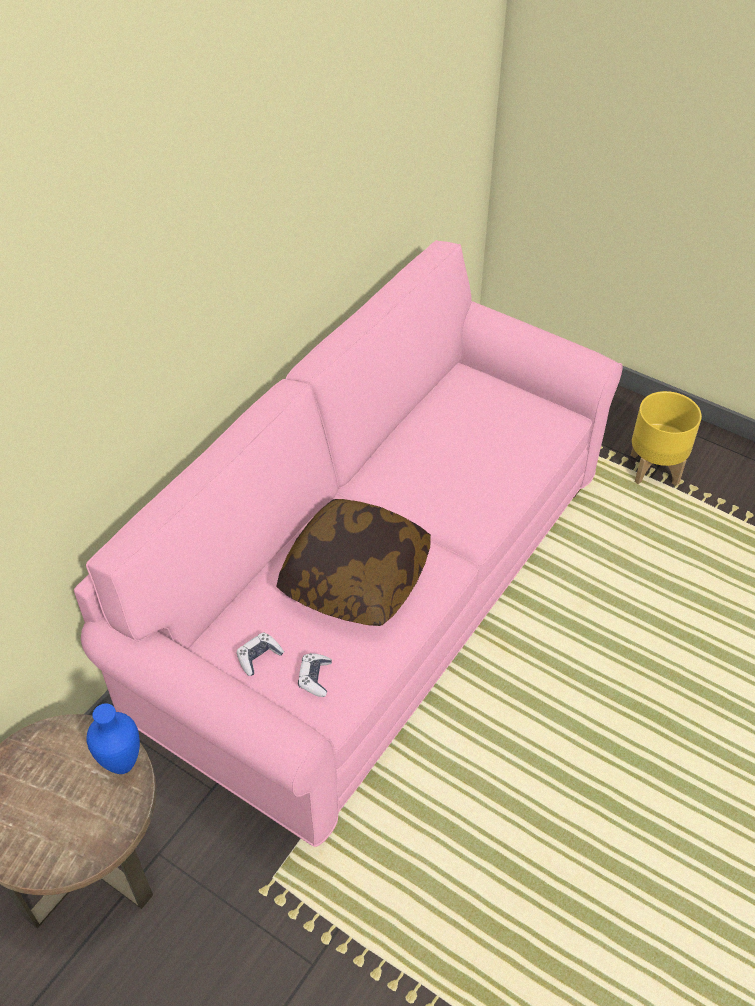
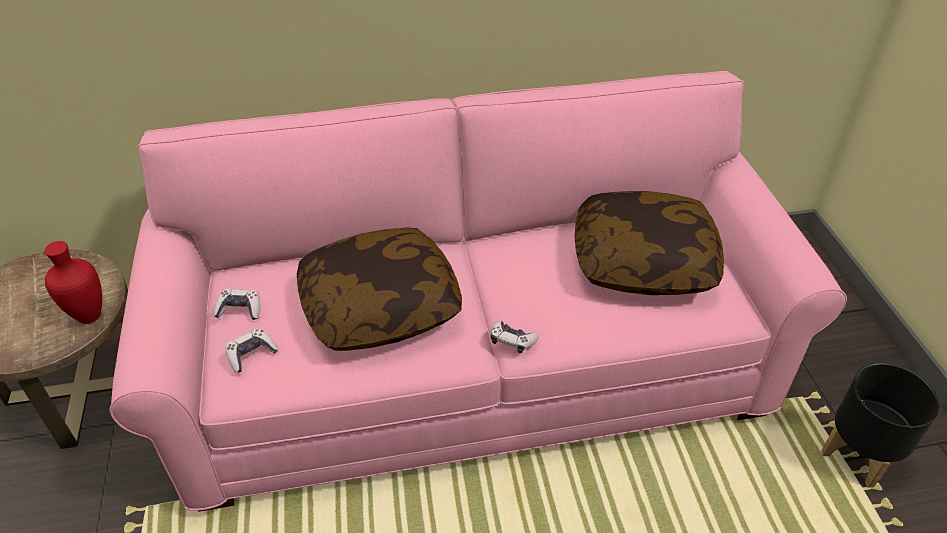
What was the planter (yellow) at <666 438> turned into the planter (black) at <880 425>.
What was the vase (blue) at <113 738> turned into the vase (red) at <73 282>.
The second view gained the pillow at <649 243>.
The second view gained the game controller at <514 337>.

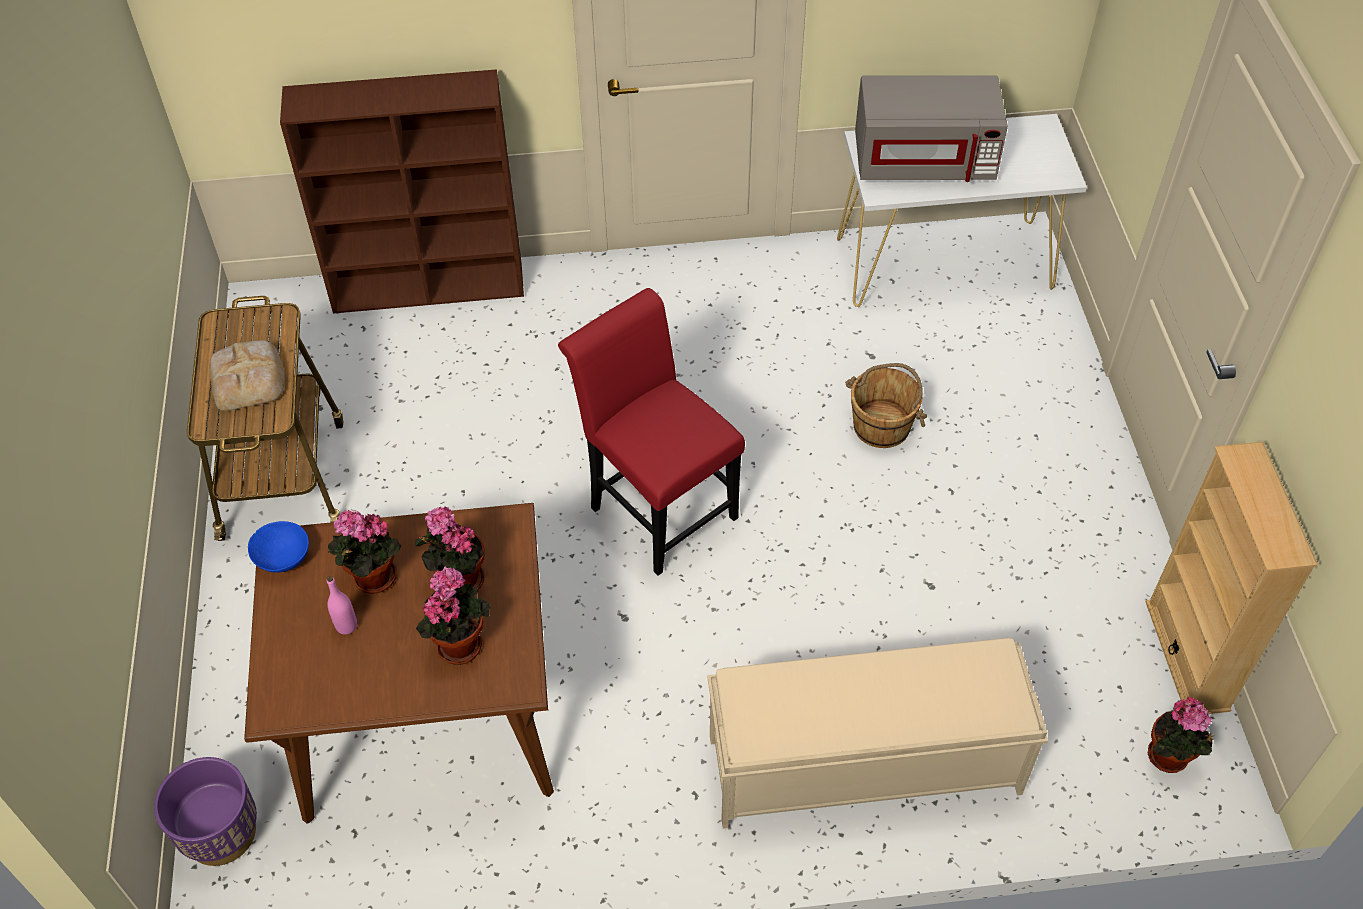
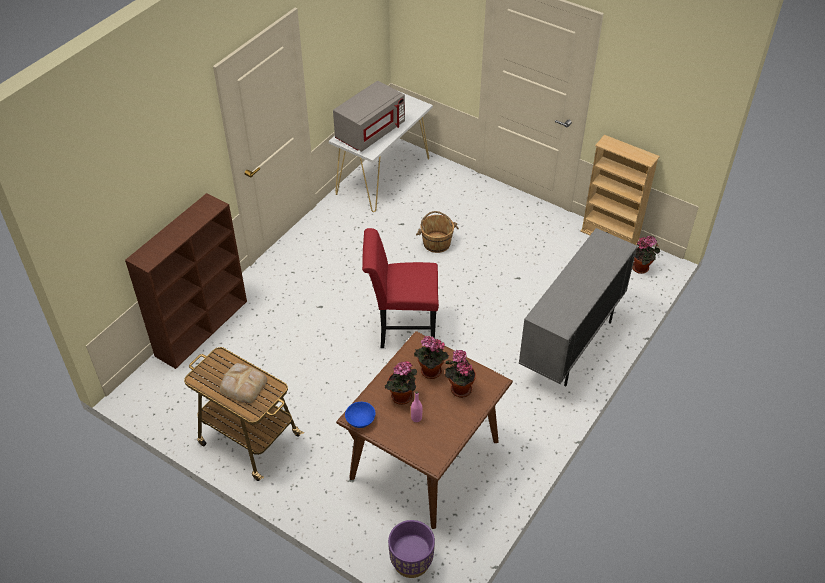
Where the bench (beige) stood at <877 733>, the cabinet (grey) came to stand at <578 307>.

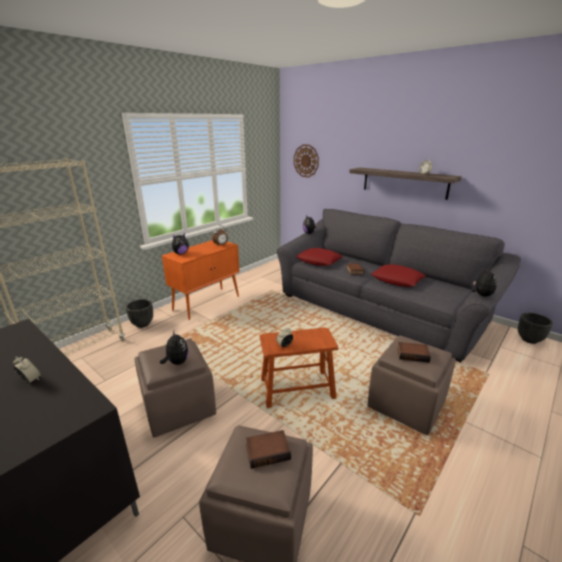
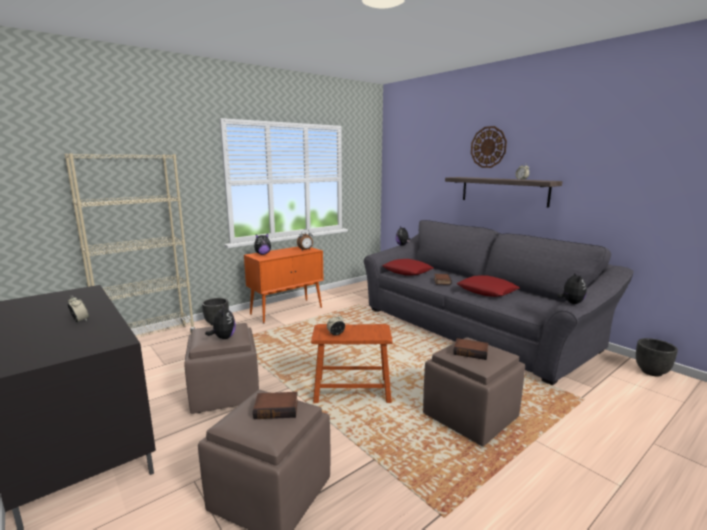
The wall clock ended up elsewhere, having gone from <306 161> to <489 147>.

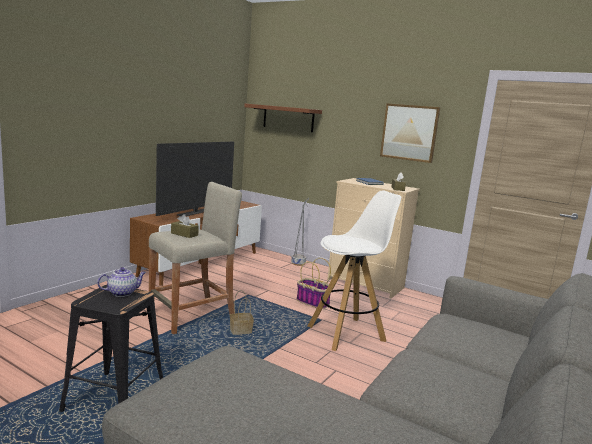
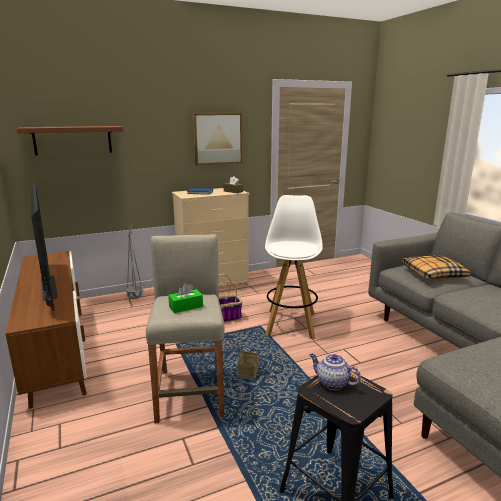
What was the tissue box (brown) at <185 226> turned into the tissue box (green) at <185 298>.
The teapot at <121 282> ended up facing another way, 60 degrees counterclockwise from before.
The second view gained the pillow at <436 267>.

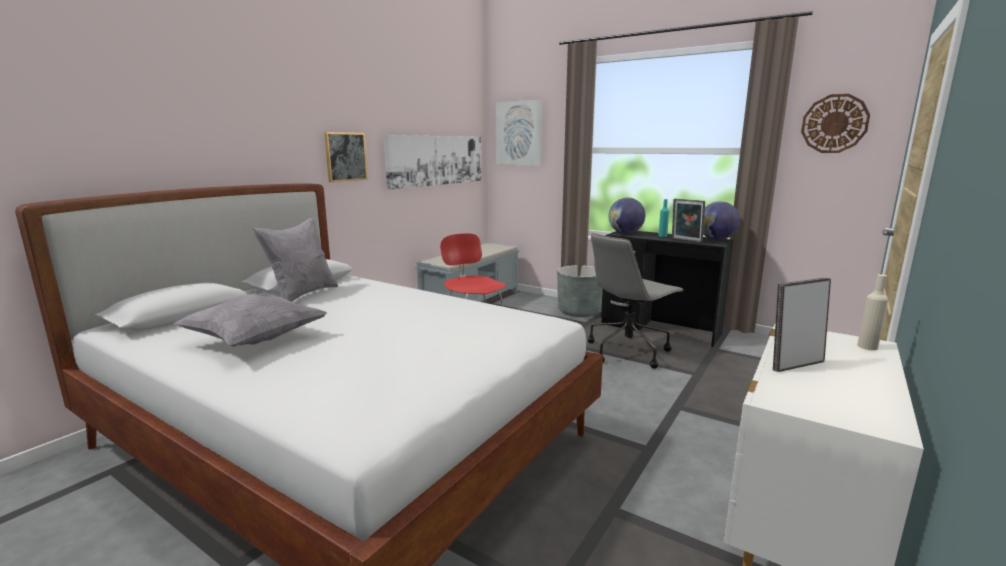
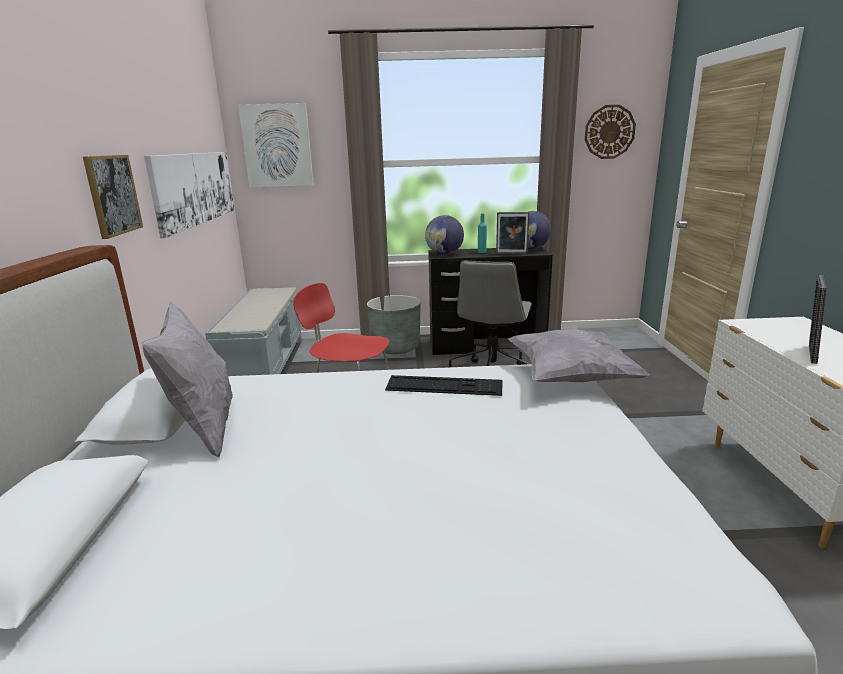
The second view lost the bottle (beige) at <872 312>.
The pillow (grey) ended up elsewhere, having gone from <250 320> to <579 355>.
The second view gained the keyboard at <444 385>.

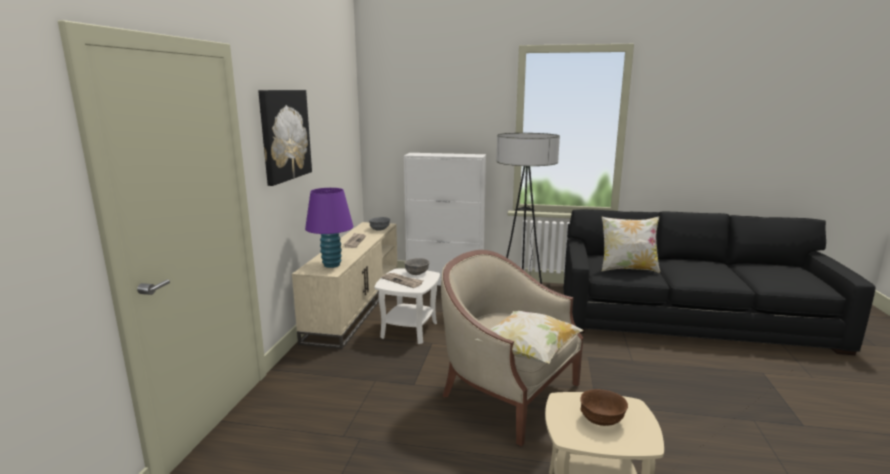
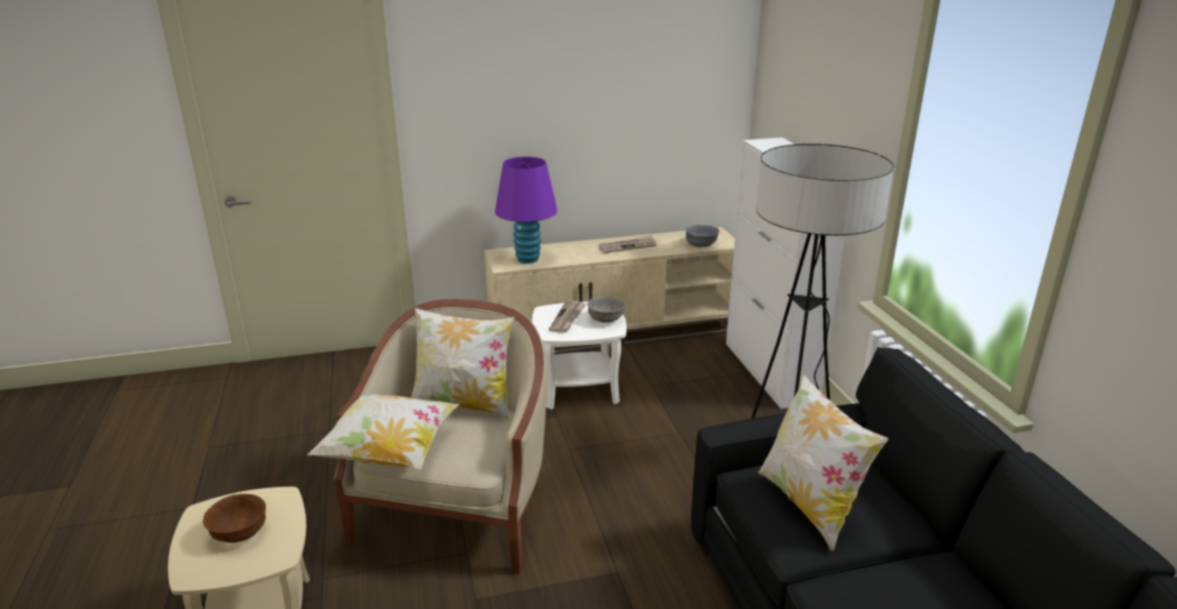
The second view lost the picture at <285 138>.
The second view gained the pillow at <463 364>.

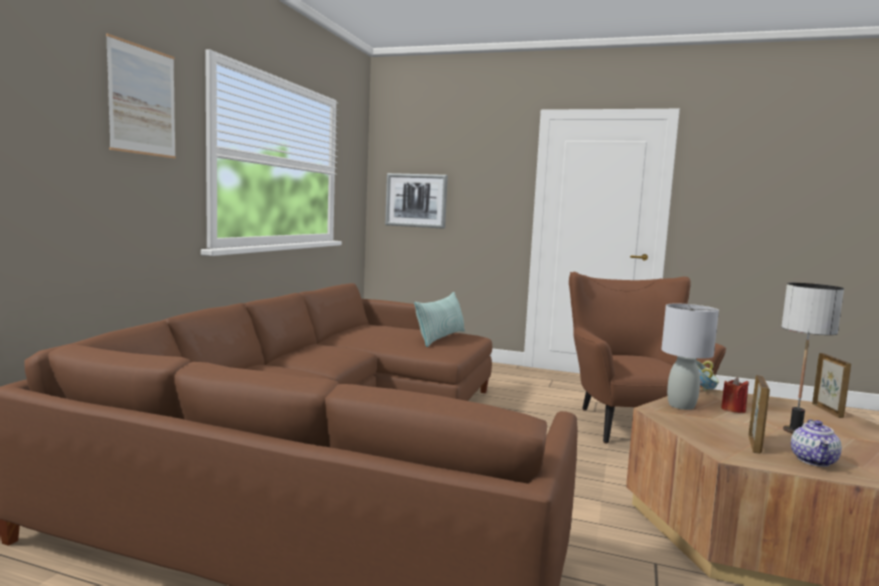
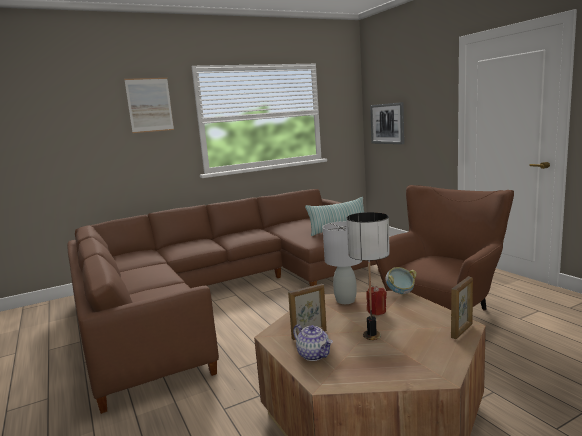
The teapot at <816 443> ended up facing another way, 105 degrees counterclockwise from before.

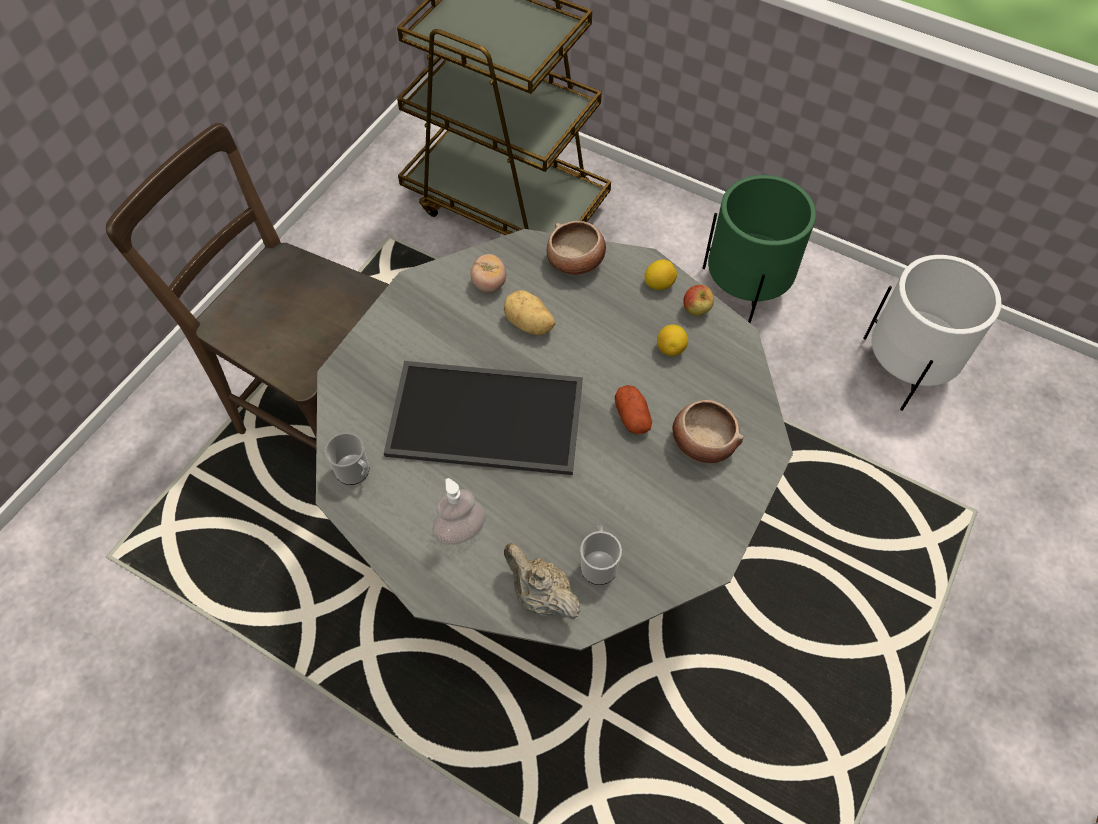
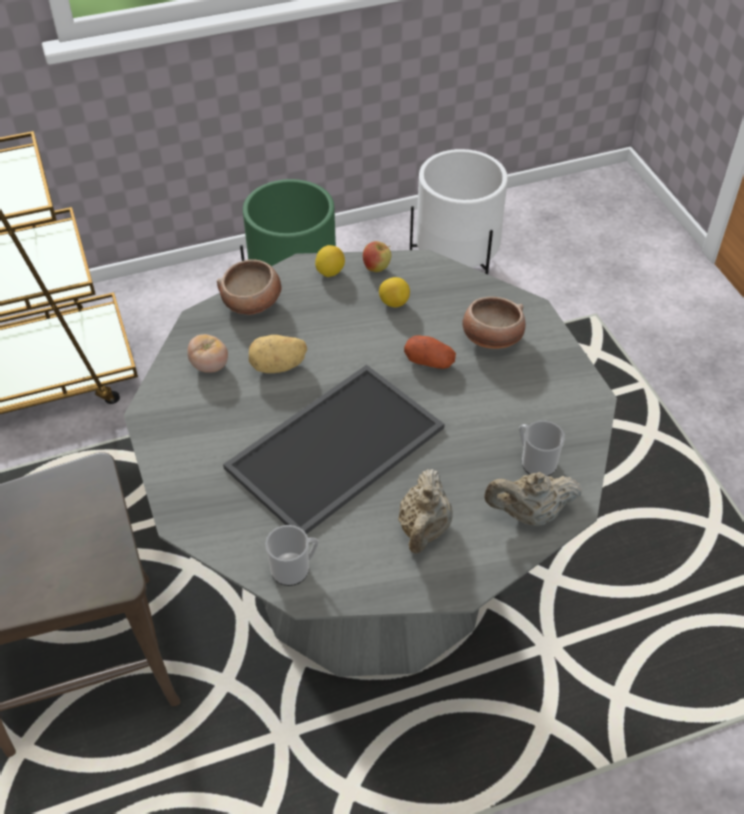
Where the soap dispenser stood at <459 511>, the teapot (beige) came to stand at <425 511>.

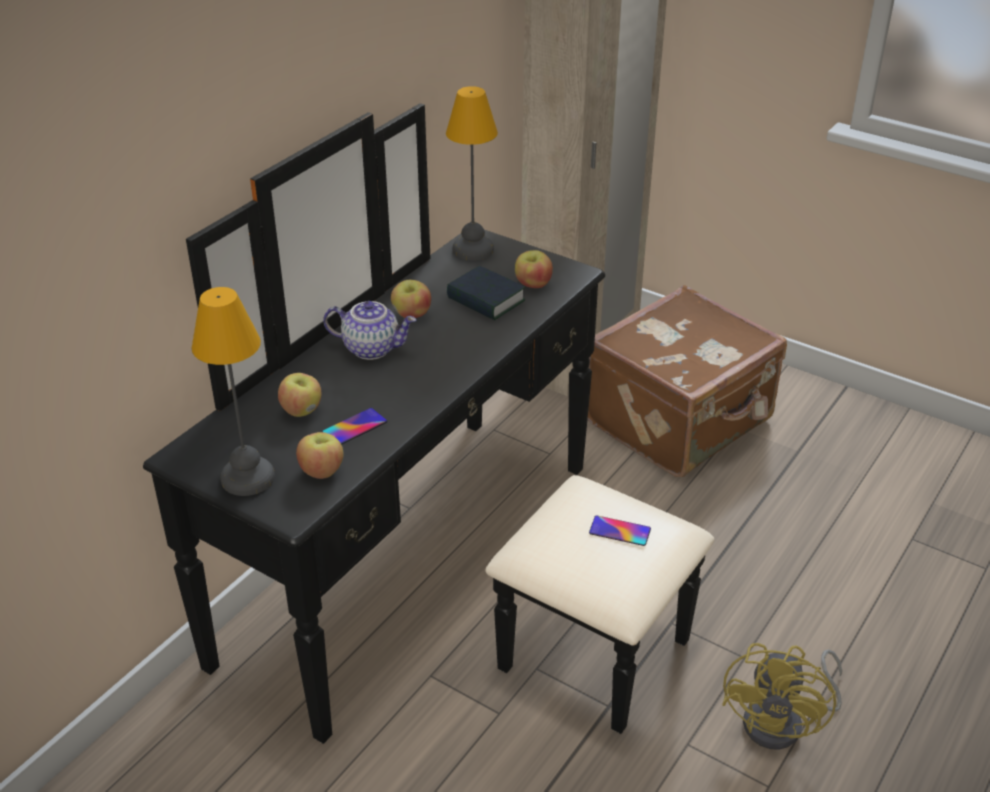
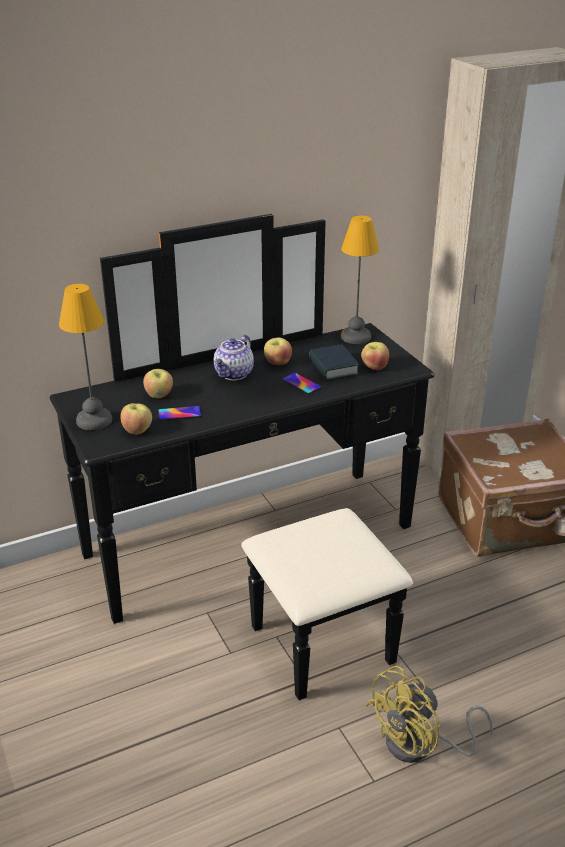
The teapot at <369 330> ended up facing another way, 75 degrees clockwise from before.
The phone ended up elsewhere, having gone from <620 530> to <302 383>.

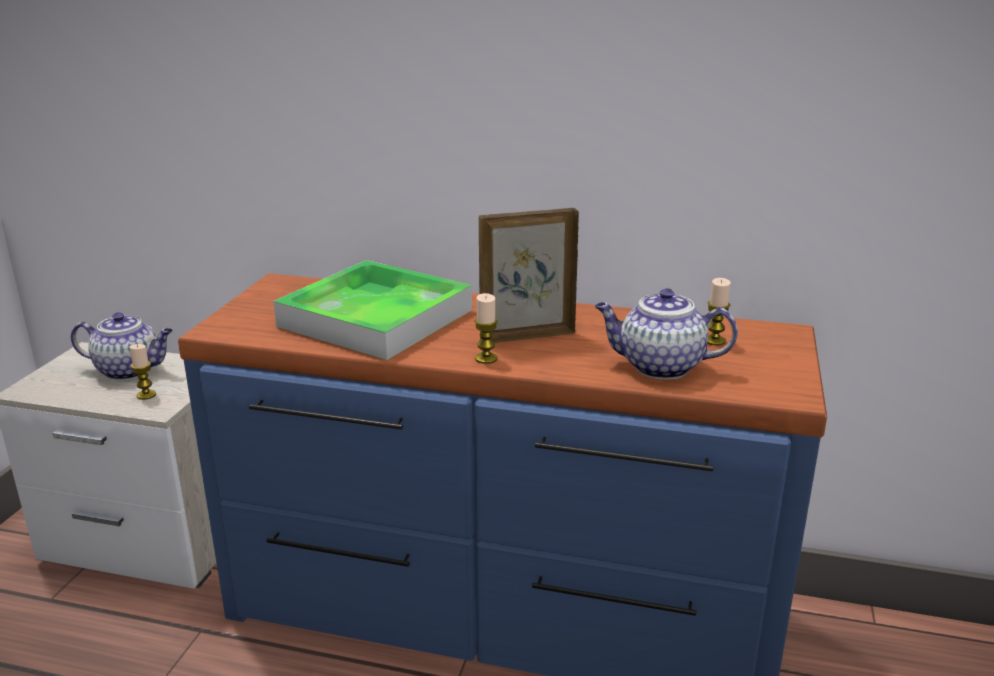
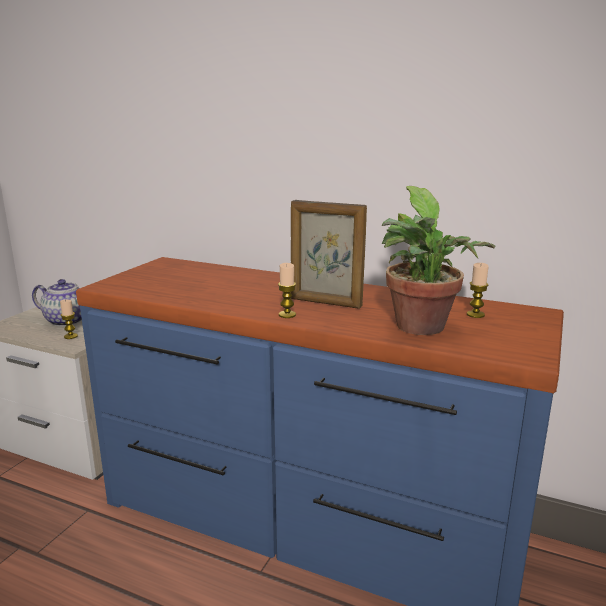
The picture frame at <529 275> ended up facing another way, 150 degrees counterclockwise from before.
The second view lost the tray at <373 310>.
Where the teapot stood at <666 333>, the potted plant came to stand at <439 260>.

